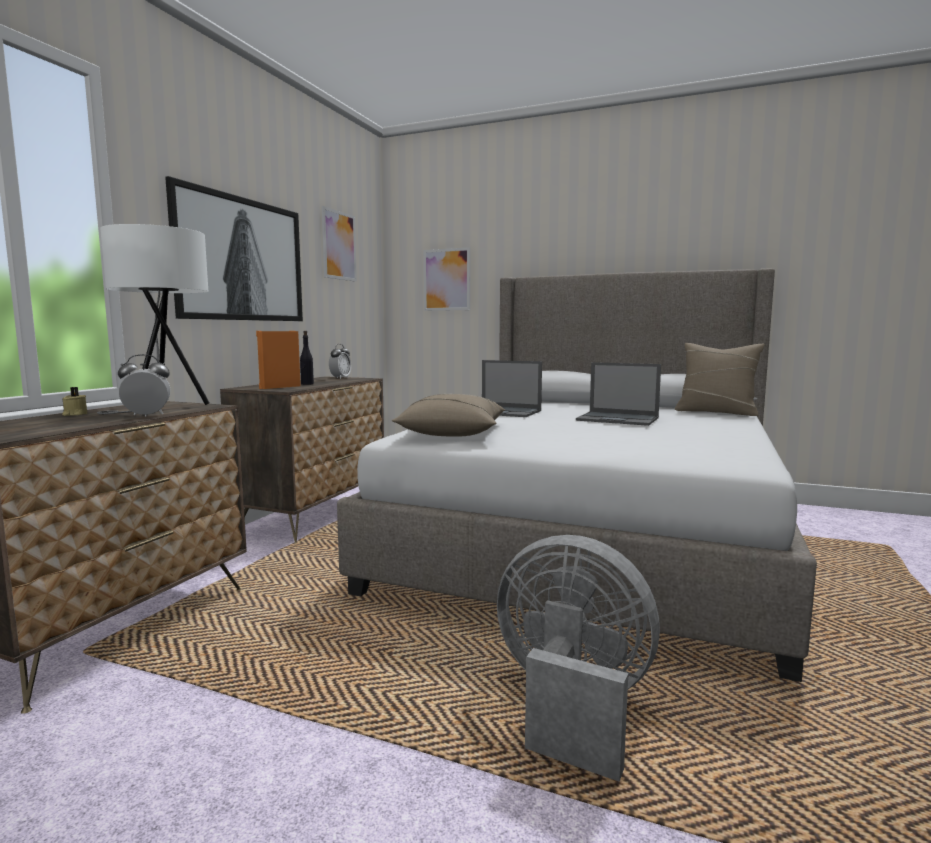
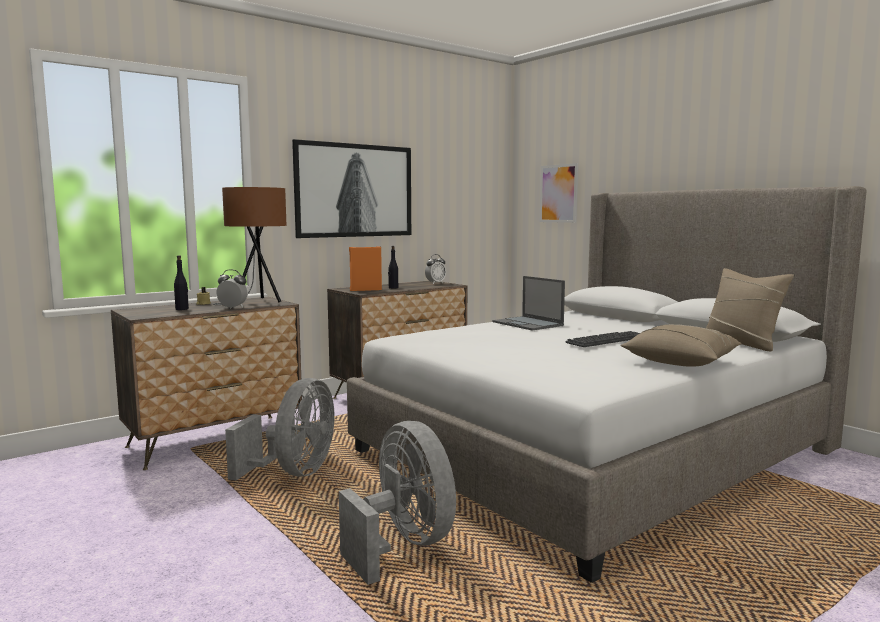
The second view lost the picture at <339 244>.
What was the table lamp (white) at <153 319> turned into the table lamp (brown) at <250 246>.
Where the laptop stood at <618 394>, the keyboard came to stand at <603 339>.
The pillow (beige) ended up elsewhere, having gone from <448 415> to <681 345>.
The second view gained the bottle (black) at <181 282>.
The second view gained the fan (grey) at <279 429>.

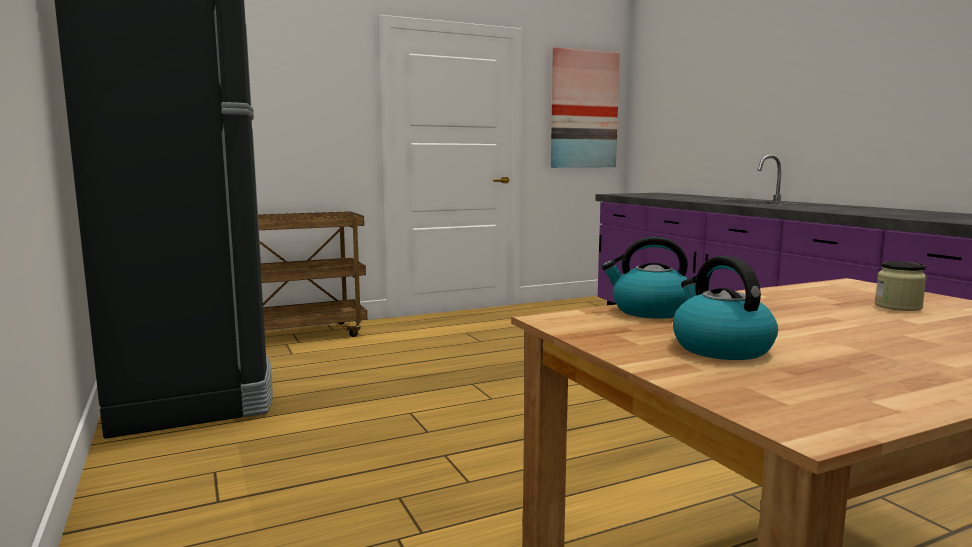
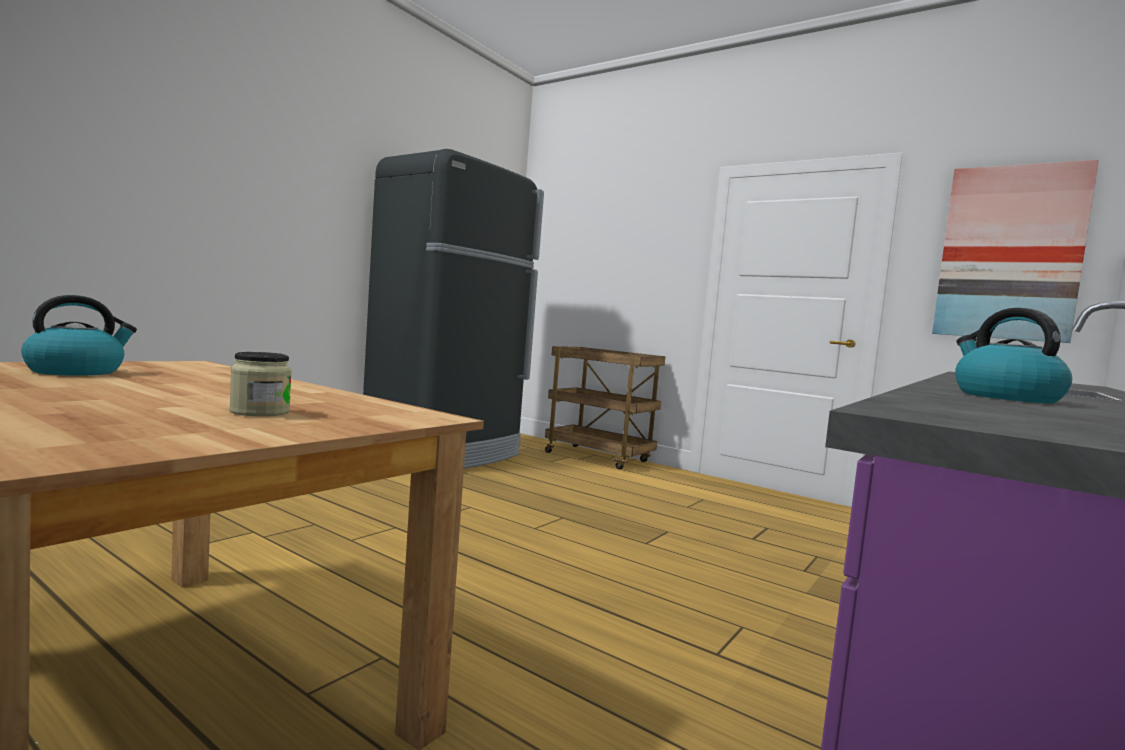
The kettle ended up elsewhere, having gone from <645 278> to <1013 356>.

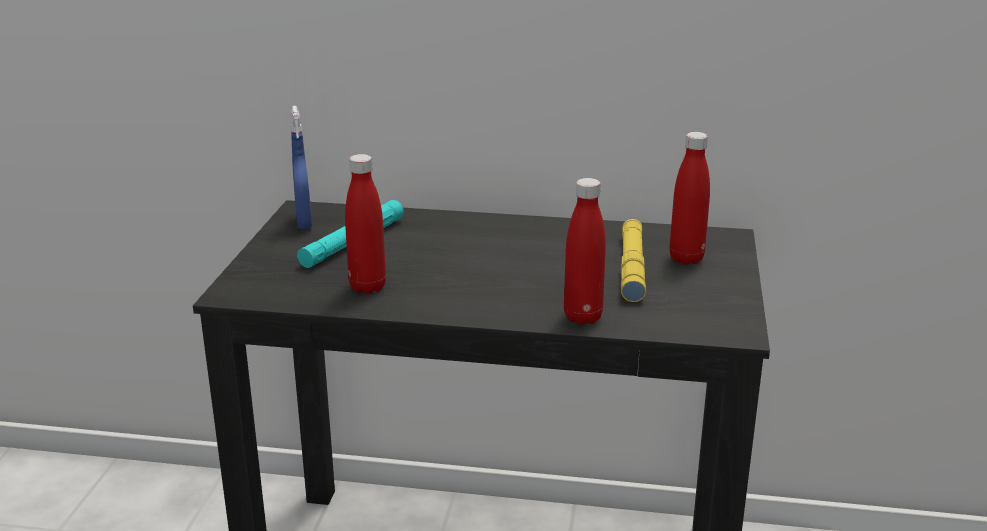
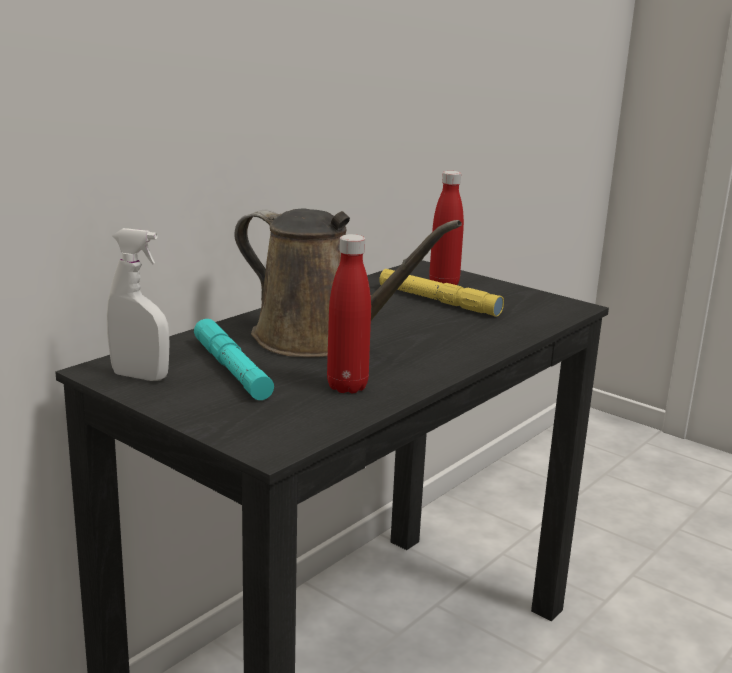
What was the spray bottle (blue) at <301 167> turned into the spray bottle (white) at <138 304>.
The second view lost the bottle (red) at <585 251>.
The second view gained the watering can (brown) at <348 282>.

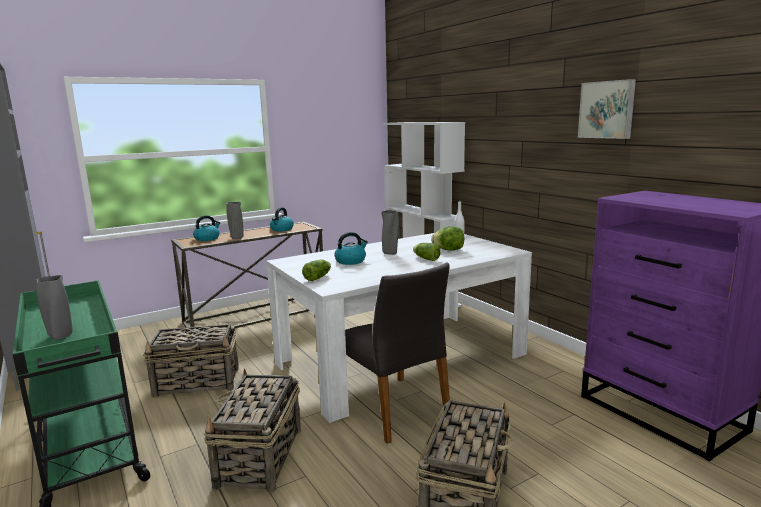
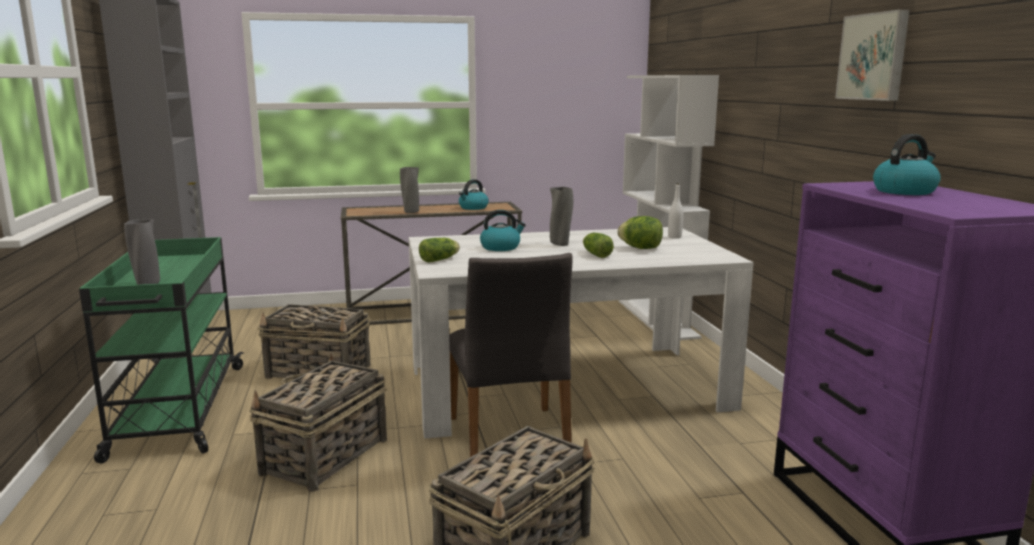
The kettle ended up elsewhere, having gone from <206 228> to <907 164>.

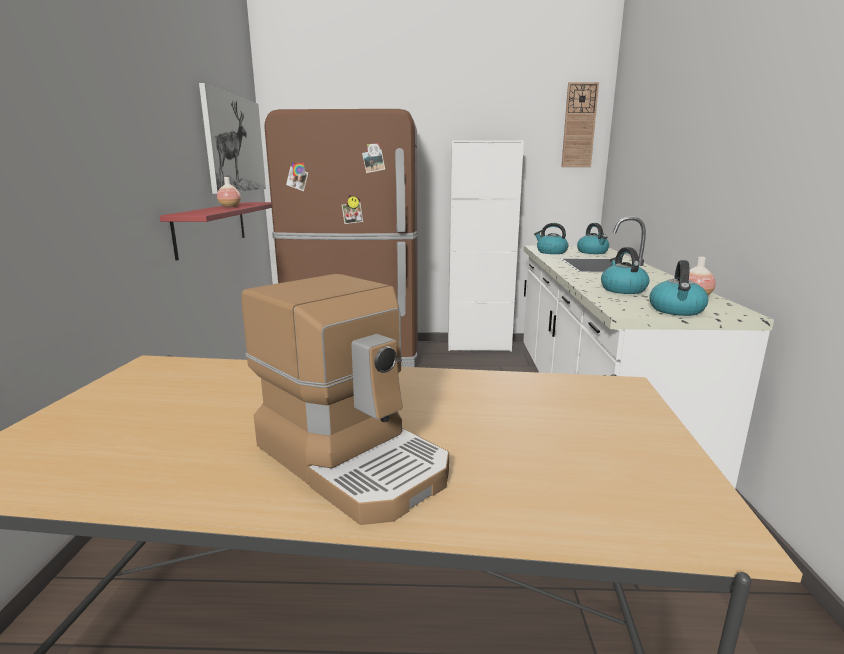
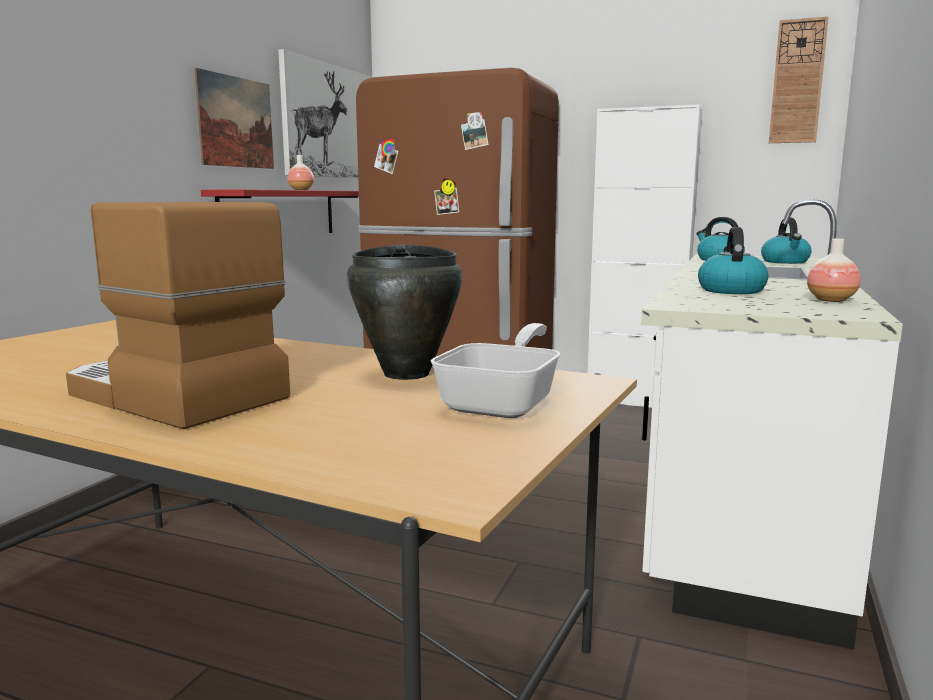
The second view lost the kettle at <678 288>.
The coffee machine at <345 399> ended up facing another way, 150 degrees clockwise from before.
The second view gained the picture at <234 118>.
The second view gained the cooking pot (black) at <405 312>.
The second view gained the frying pan at <496 370>.

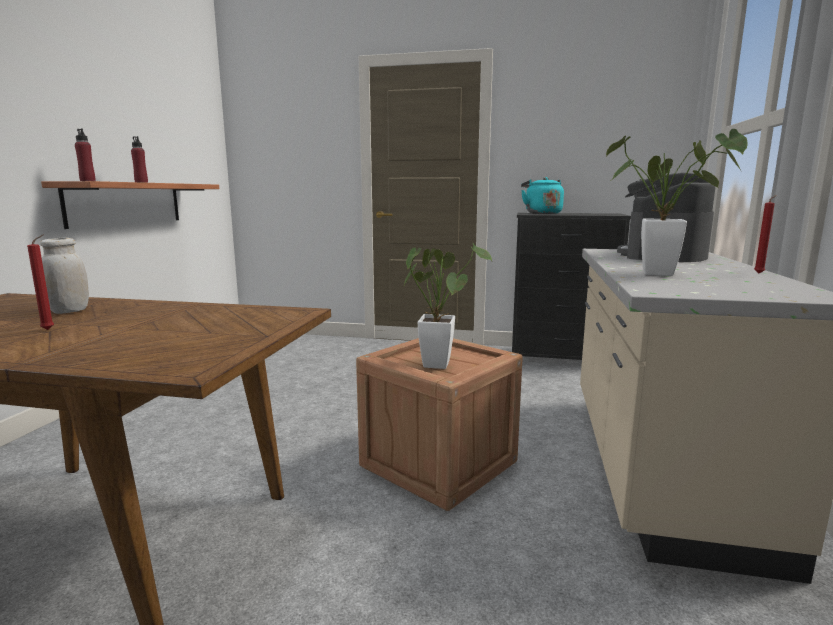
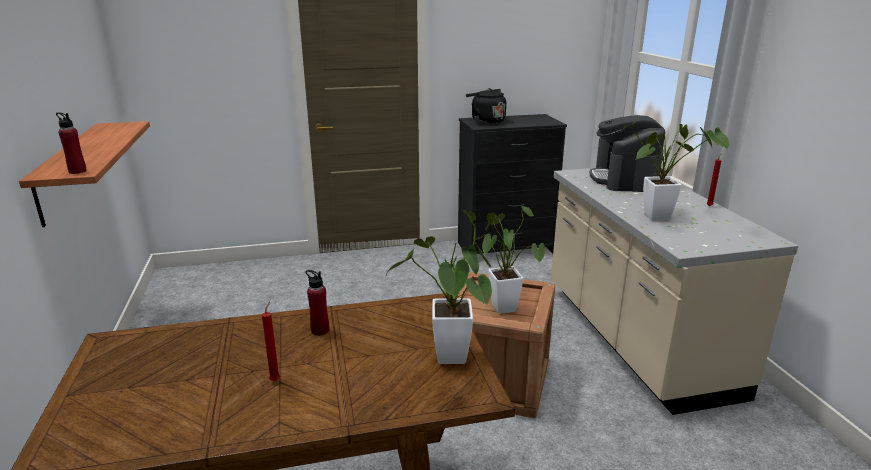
The bottle (red) ended up elsewhere, having gone from <139 159> to <317 303>.
What was the kettle (turquoise) at <542 195> turned into the kettle (black) at <486 106>.
The second view lost the jar (white) at <64 276>.
The second view gained the potted plant at <439 287>.

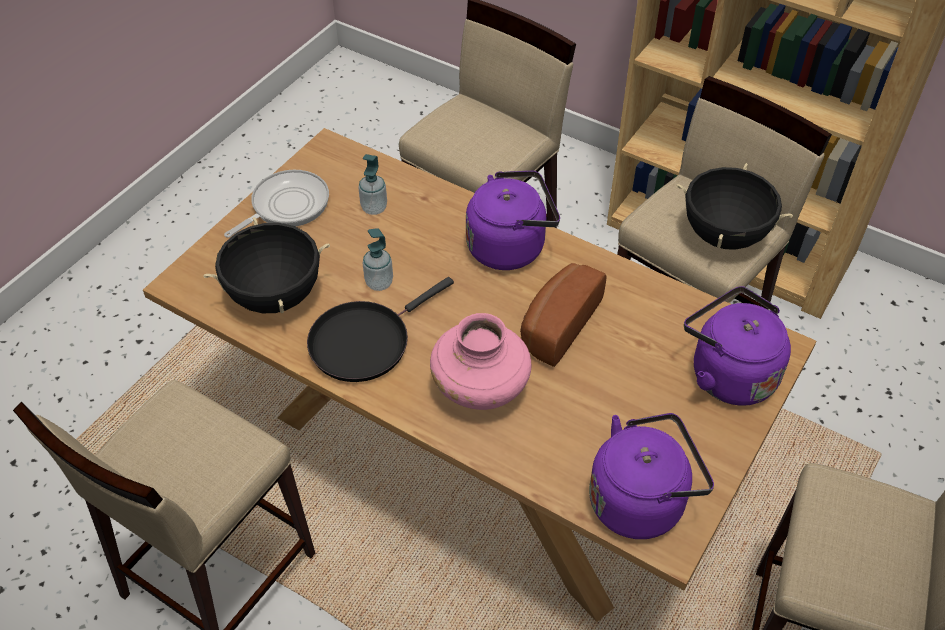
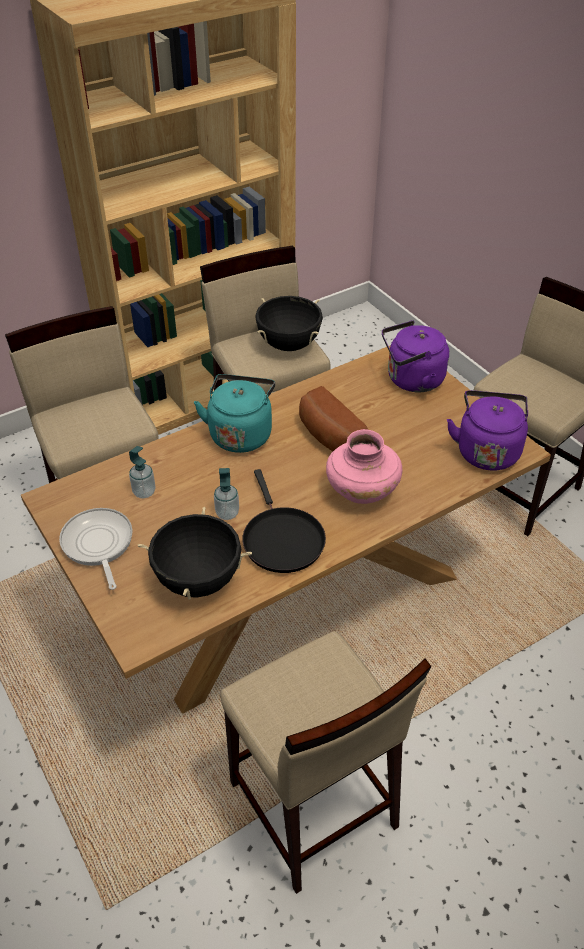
What was the kettle (purple) at <513 220> turned into the kettle (turquoise) at <234 413>.

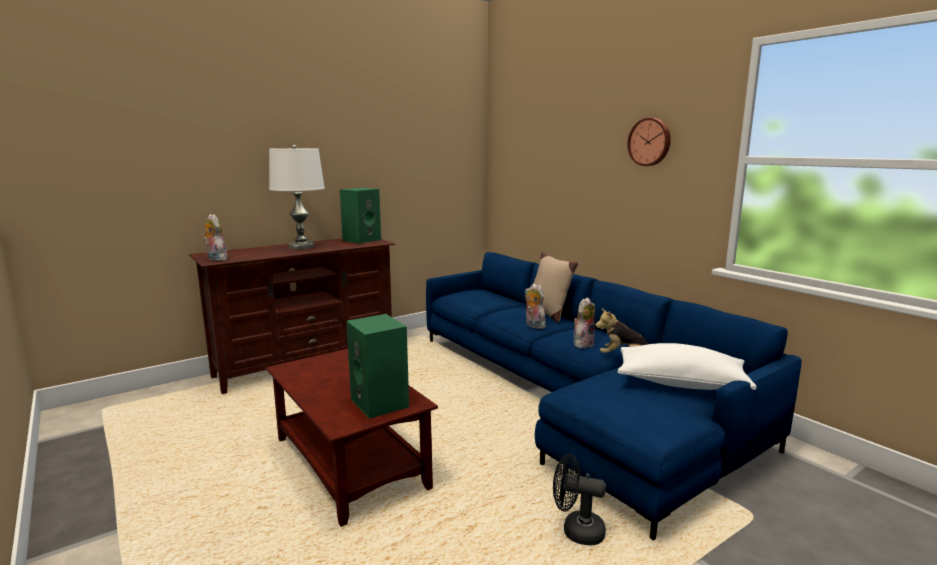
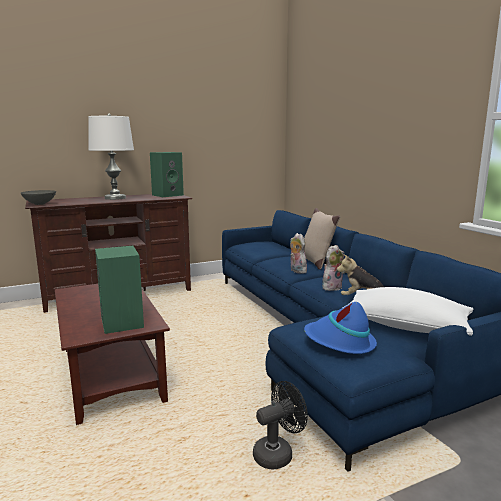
The second view lost the wall clock at <649 142>.
Where the plush toy stood at <215 237>, the bowl (grey) came to stand at <38 197>.
The fan (black) at <579 500> ended up facing another way, 120 degrees clockwise from before.
The second view gained the hat (blue) at <340 328>.

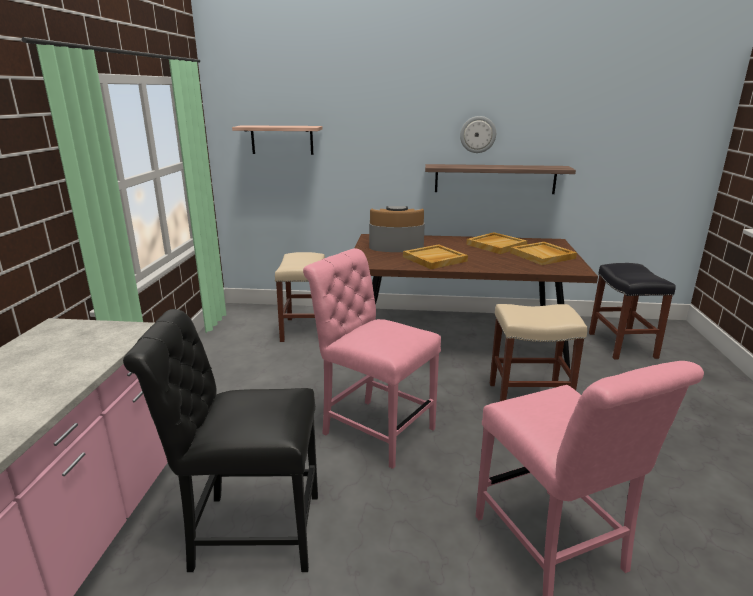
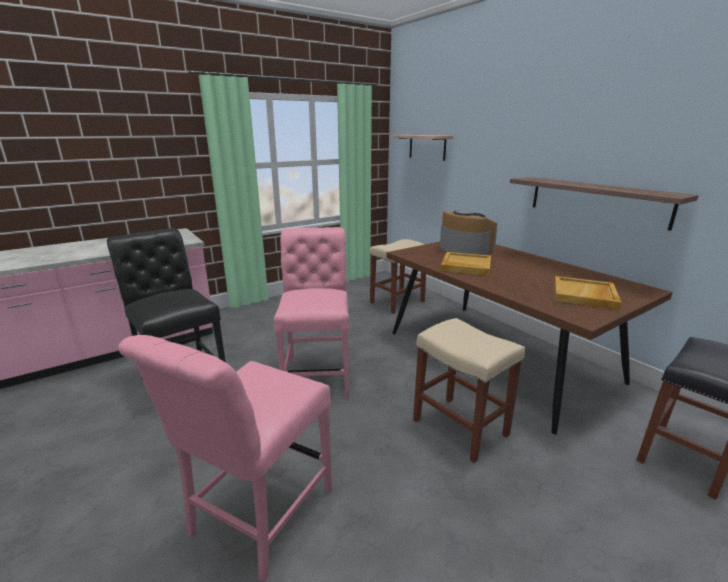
The second view lost the wall clock at <478 134>.
The second view lost the tray (beige) at <496 243>.

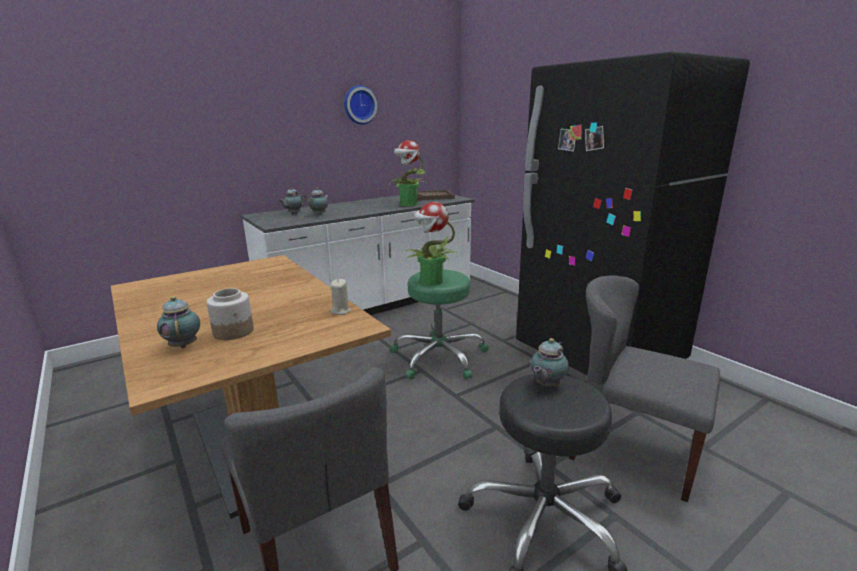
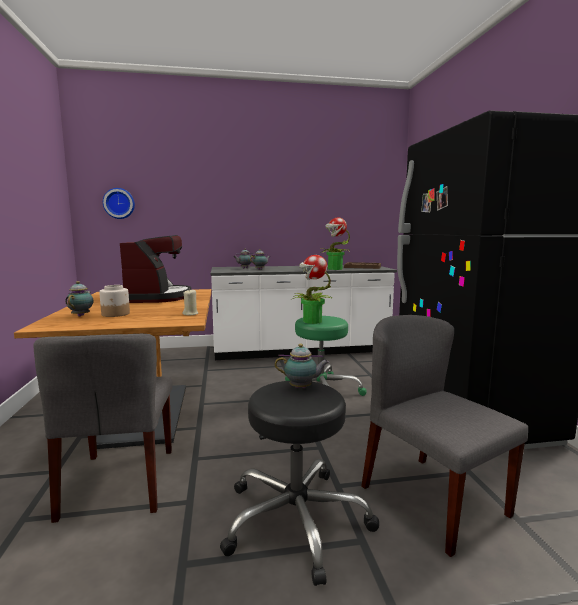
The wall clock ended up elsewhere, having gone from <360 105> to <119 203>.
The teapot at <550 362> ended up facing another way, 150 degrees counterclockwise from before.
The second view gained the coffee machine at <155 269>.

